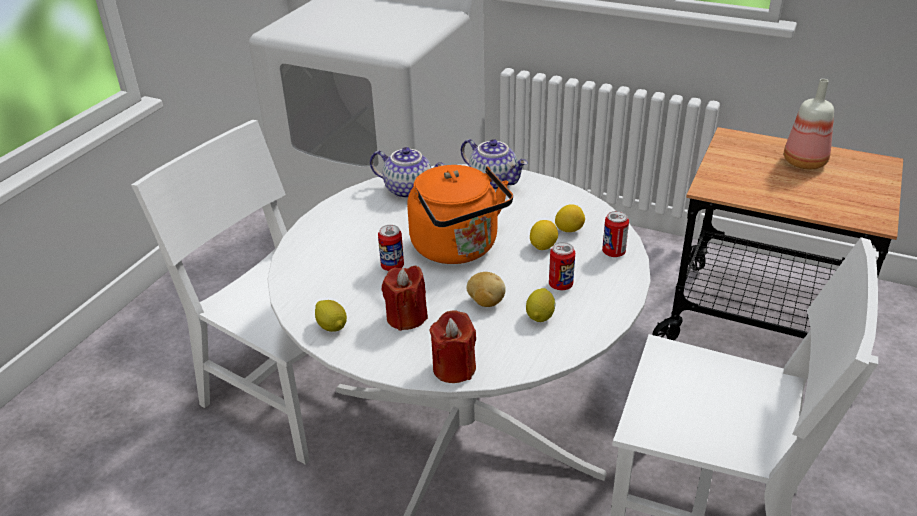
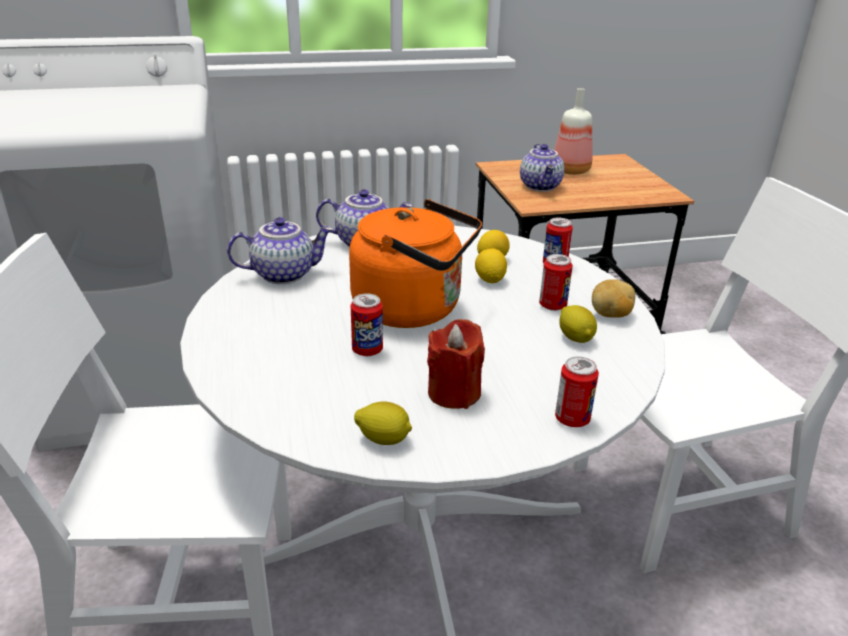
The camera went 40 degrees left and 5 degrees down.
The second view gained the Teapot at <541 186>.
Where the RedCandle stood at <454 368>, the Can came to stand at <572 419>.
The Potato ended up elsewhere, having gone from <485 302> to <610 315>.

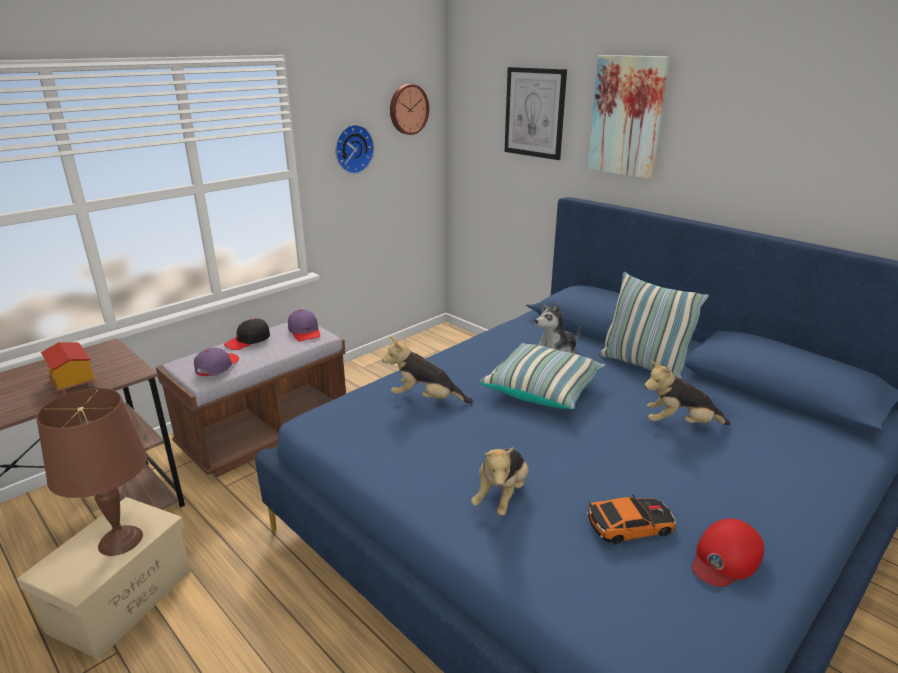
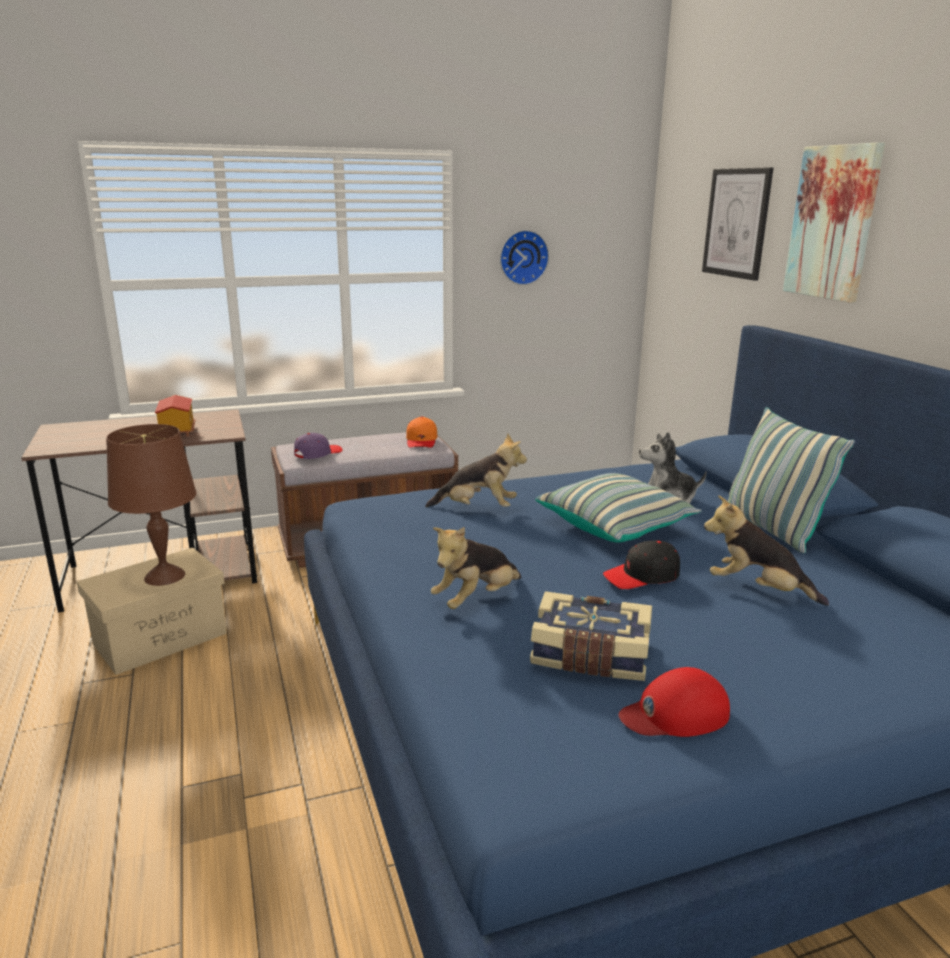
The camera went 25 degrees right and 5 degrees down.
What was the PurpleCap at <305 331> turned into the OrangeCap at <421 441>.
The PlushToy at <426 399> ended up facing another way, 150 degrees clockwise from before.
Where the ToyCar stood at <630 524>, the Book came to stand at <590 656>.
The BlackCap ended up elsewhere, having gone from <248 341> to <642 576>.
The second view lost the WallClock at <408 109>.

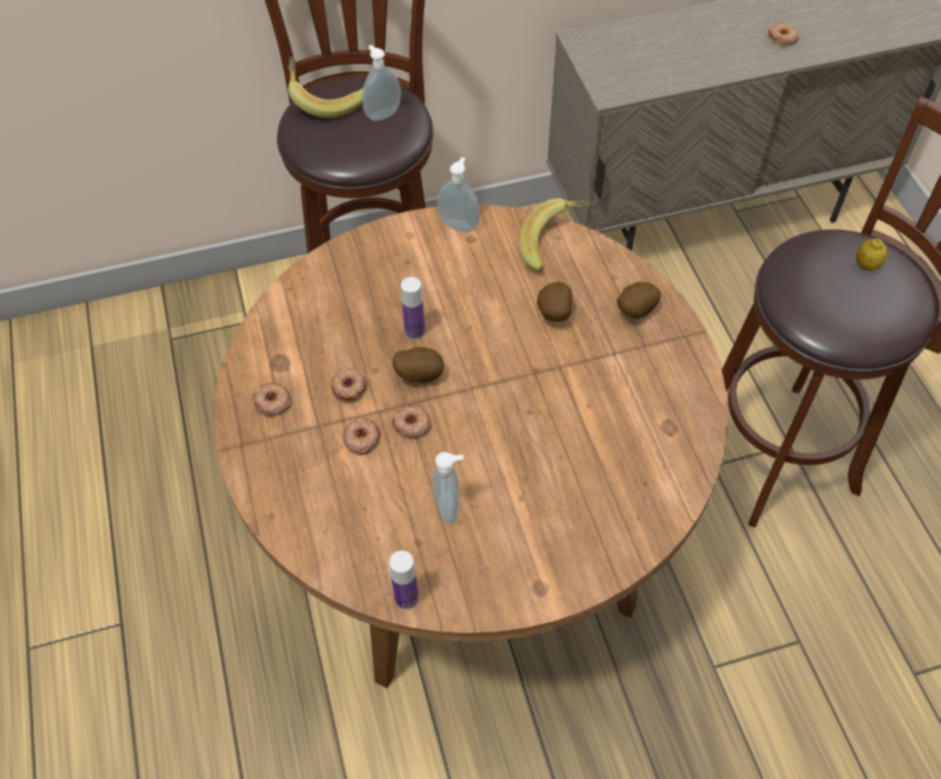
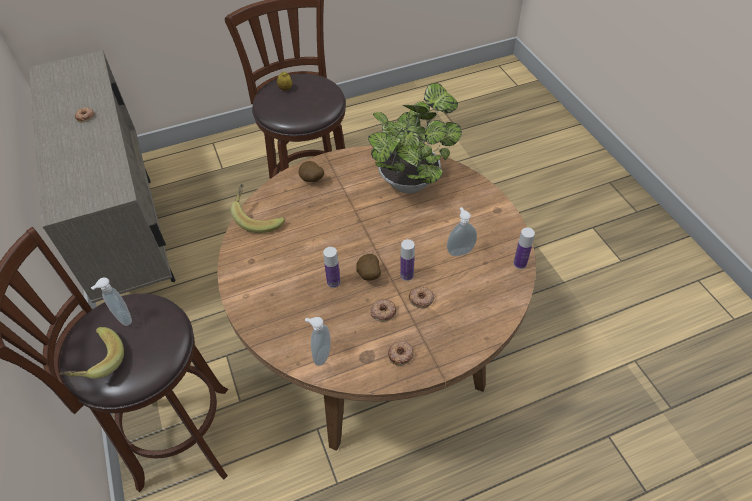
The camera went 95 degrees left and 5 degrees down.
The SoapDispenser ended up elsewhere, having gone from <459 224> to <321 355>.
The second view gained the PottedPlant at <411 179>.
Where the Donut stood at <411 425>, the Bottle came to stand at <407 275>.
The second view lost the Potato at <553 314>.

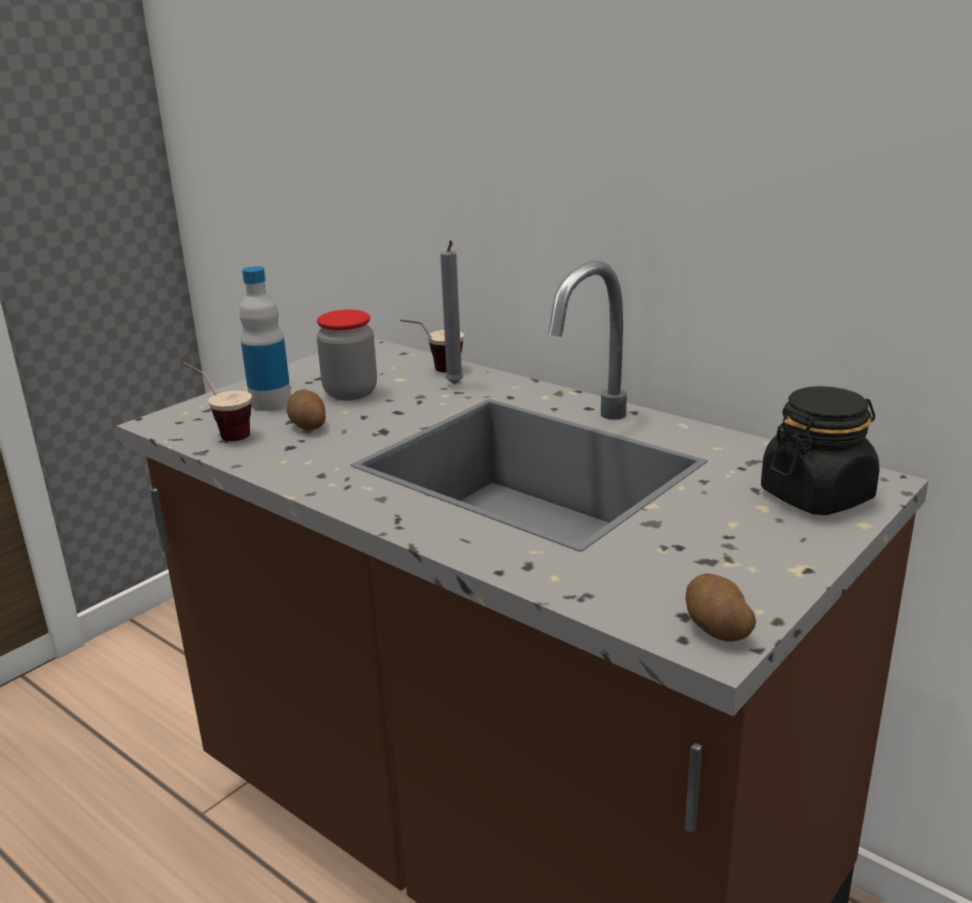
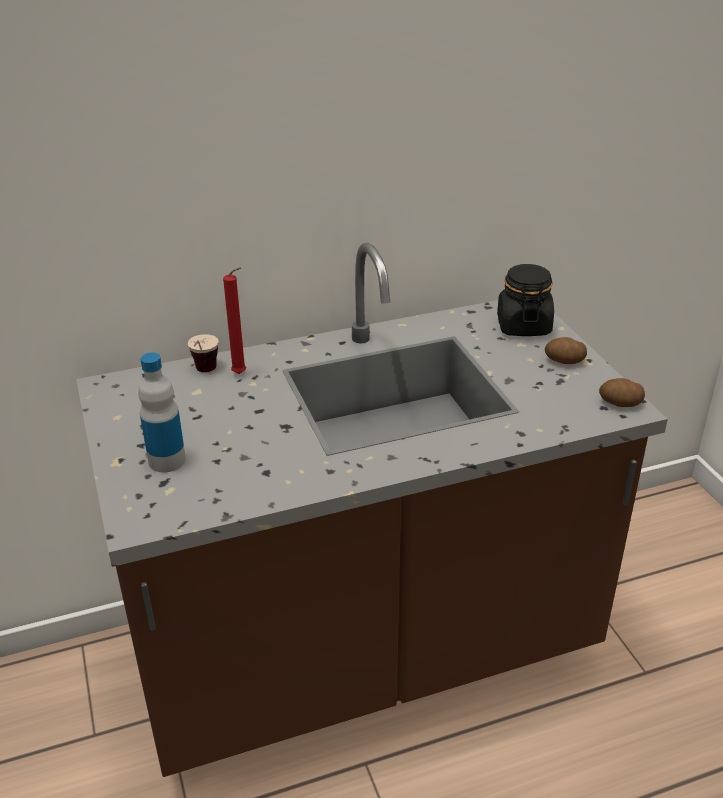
The camera went 60 degrees left and 10 degrees up.
What was the GreyCandle at <455 385> turned into the RedCandle at <241 374>.
The Potato ended up elsewhere, having gone from <307 425> to <564 361>.
The second view lost the Cup at <222 433>.
The second view lost the Jar at <350 393>.

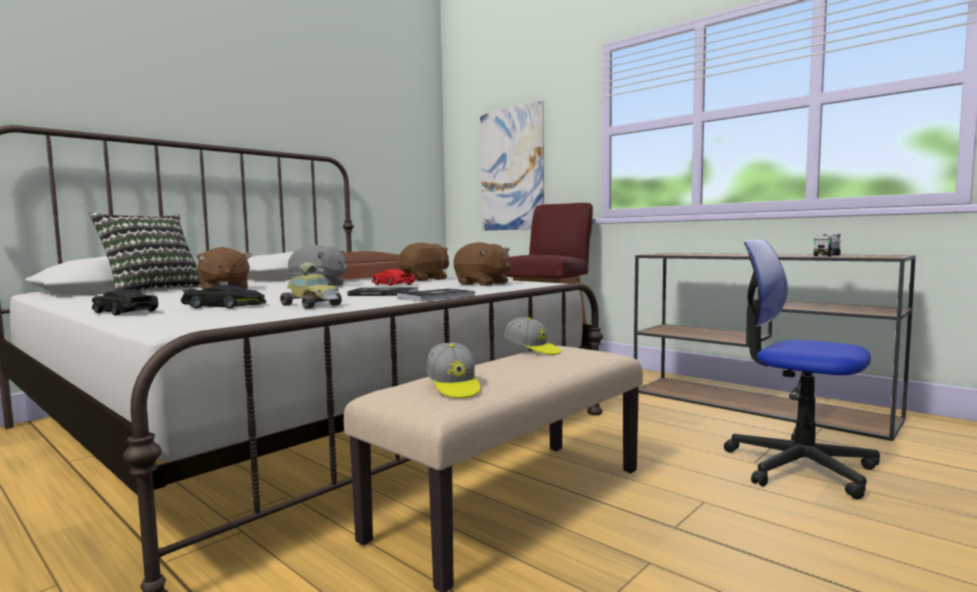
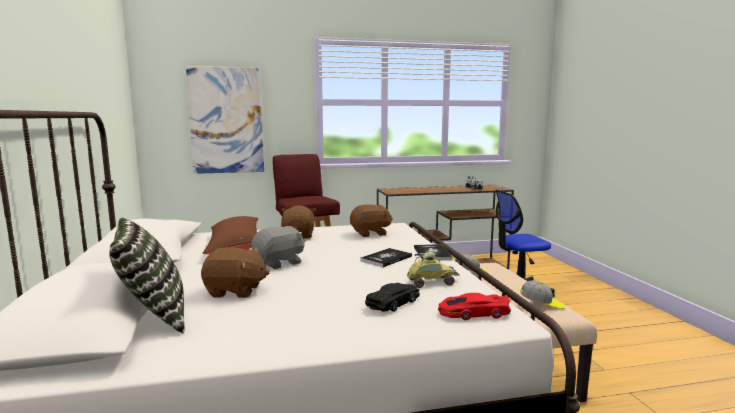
The camera went 55 degrees left and 5 degrees up.
The RedToyCar ended up elsewhere, having gone from <392 284> to <473 313>.
The second view lost the BlackToyCar at <124 312>.

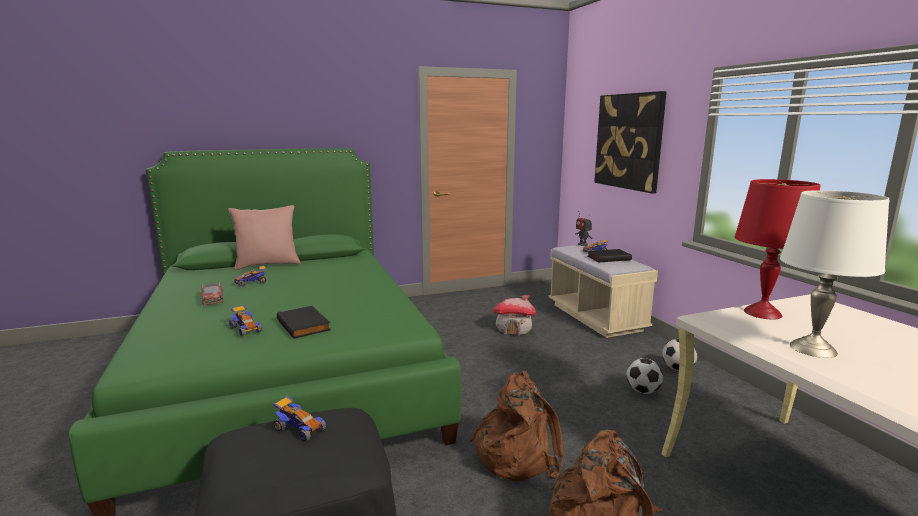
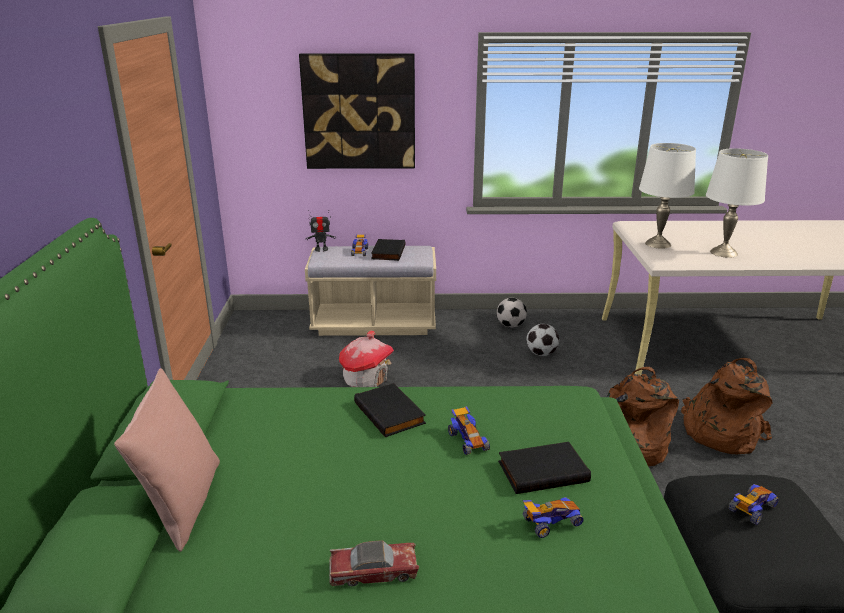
The camera went 70 degrees left and 10 degrees up.
The second view gained the BlackBook at <391 413>.
The ToyCar ended up elsewhere, having gone from <251 283> to <467 441>.
What was the RedTableLamp at <763 313> turned into the WhiteTableLamp at <658 244>.

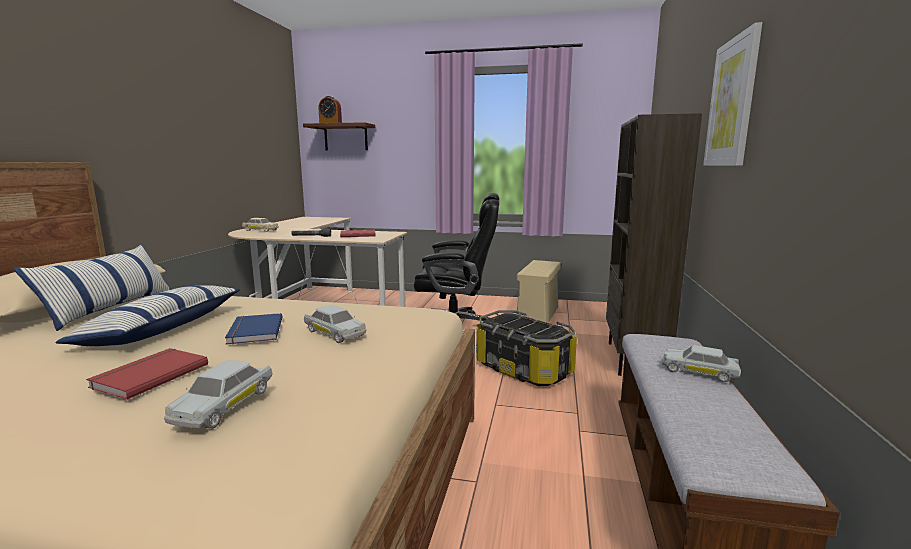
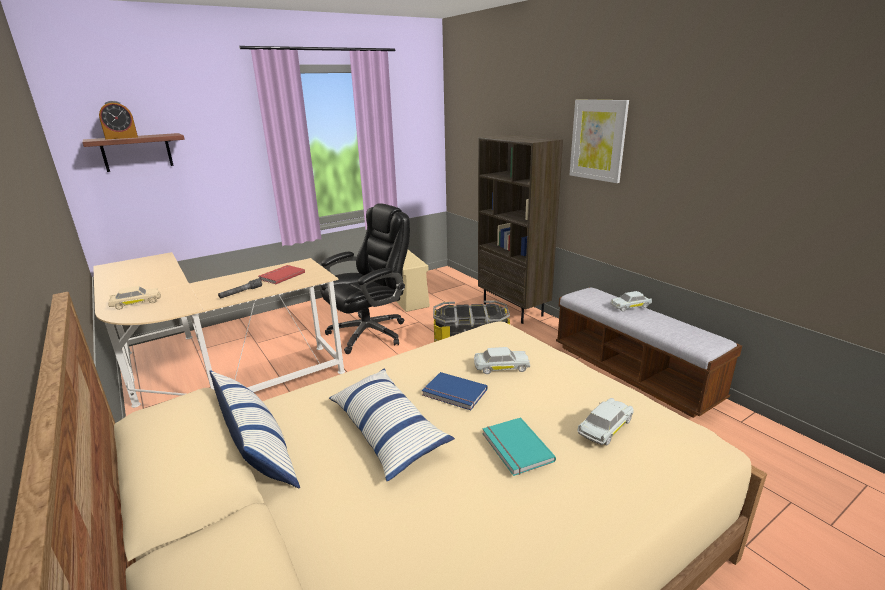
The camera went 45 degrees left and 10 degrees up.
What was the RedBook at <149 375> turned into the TurquoiseBook at <515 448>.
The WhiteToyCar at <224 405> ended up facing another way, 105 degrees counterclockwise from before.

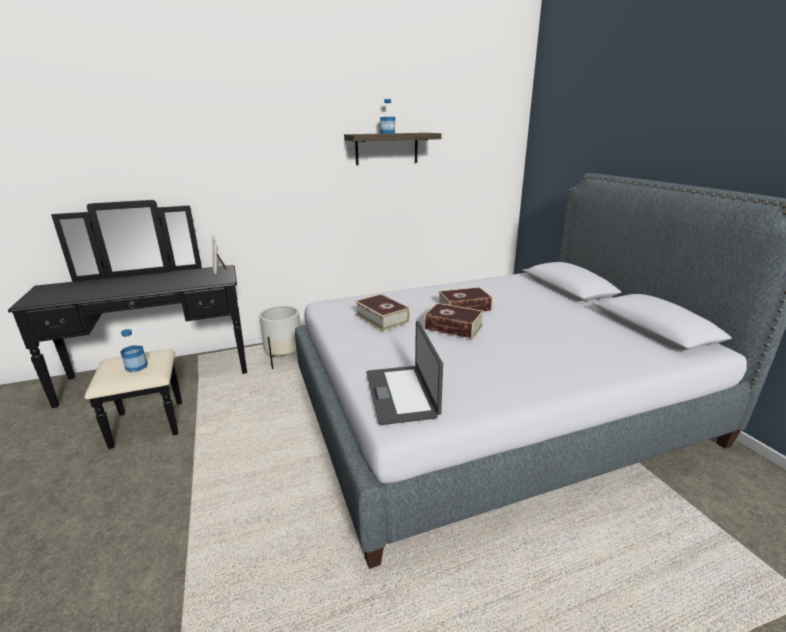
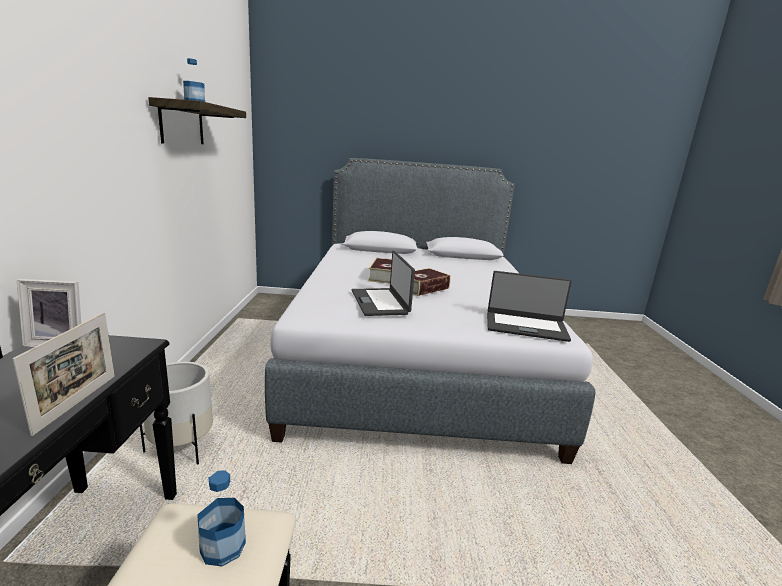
The camera went 70 degrees left and 5 degrees down.
The second view gained the PictureFrame at <77 402>.
Where the Book stood at <381 318>, the Laptop came to stand at <380 302>.

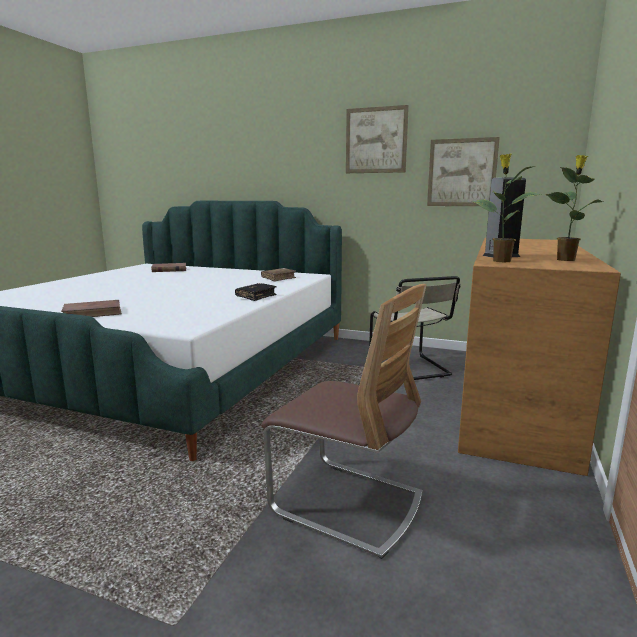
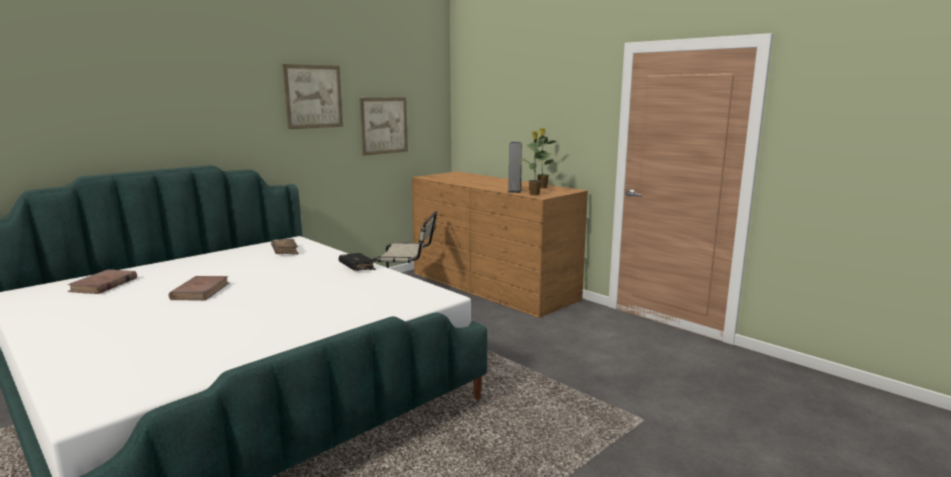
The camera went 65 degrees left and 0 degrees up.
The BrownBook ended up elsewhere, having gone from <93 313> to <200 291>.
The second view lost the Chair at <347 503>.

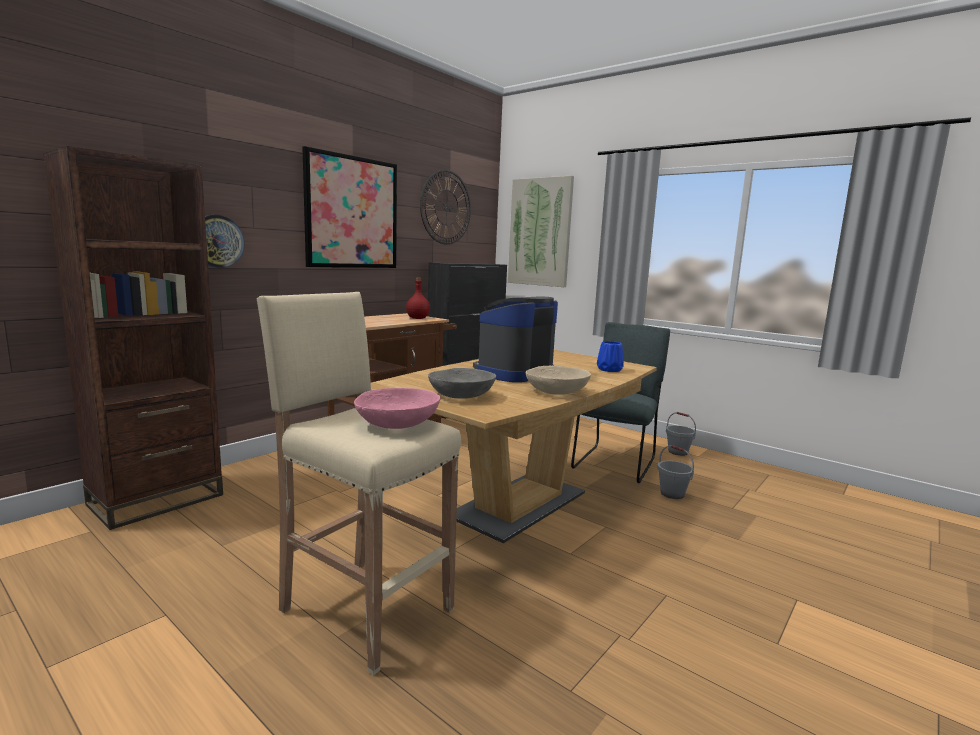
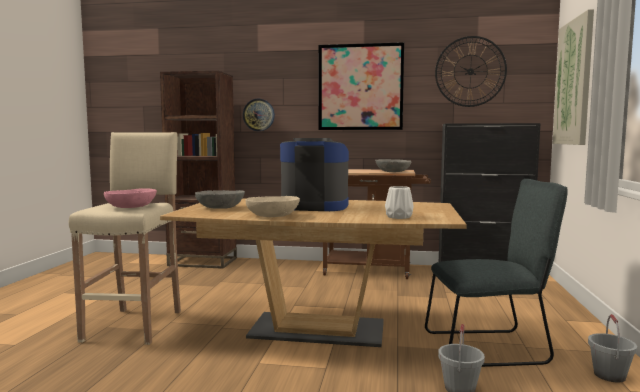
The camera went 60 degrees right and 5 degrees down.
Where the RedBottle stood at <417 318>, the GreyBowl came to stand at <392 171>.
What was the BlueVase at <610 370> turned into the WhiteVase at <399 217>.

